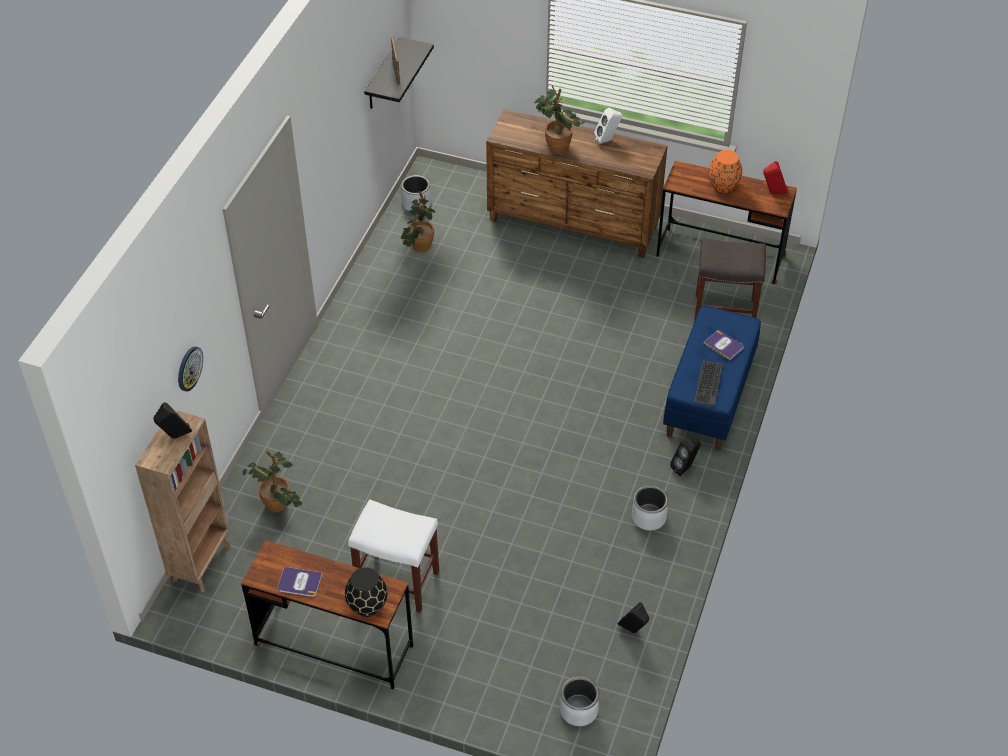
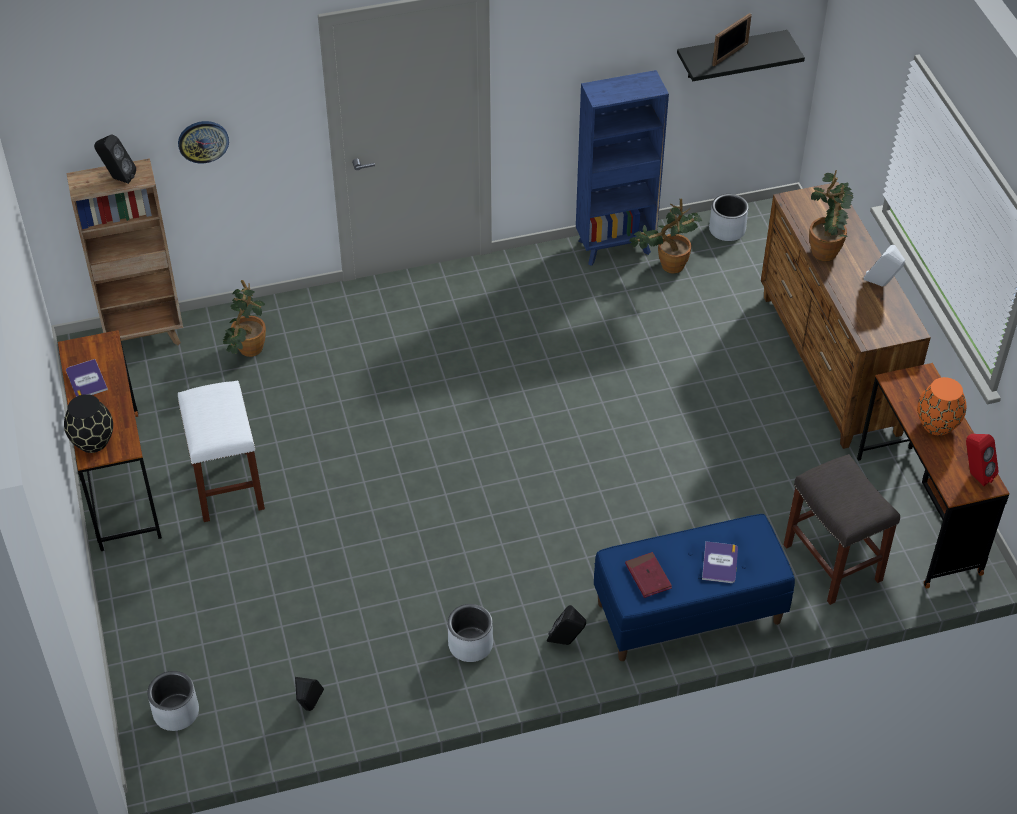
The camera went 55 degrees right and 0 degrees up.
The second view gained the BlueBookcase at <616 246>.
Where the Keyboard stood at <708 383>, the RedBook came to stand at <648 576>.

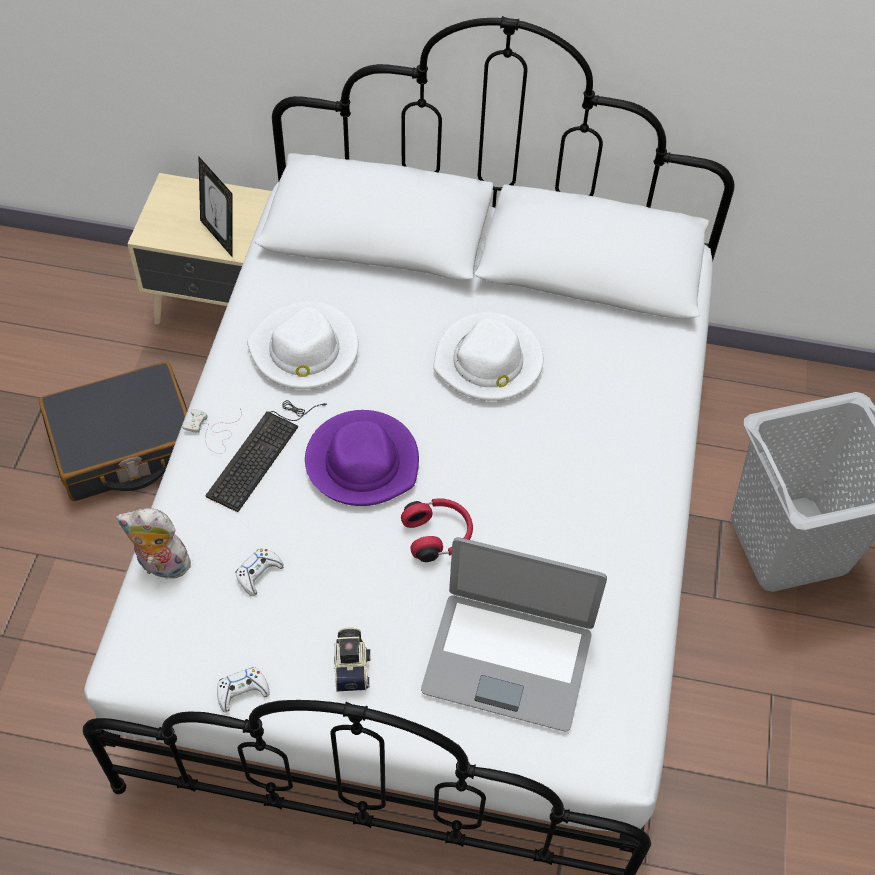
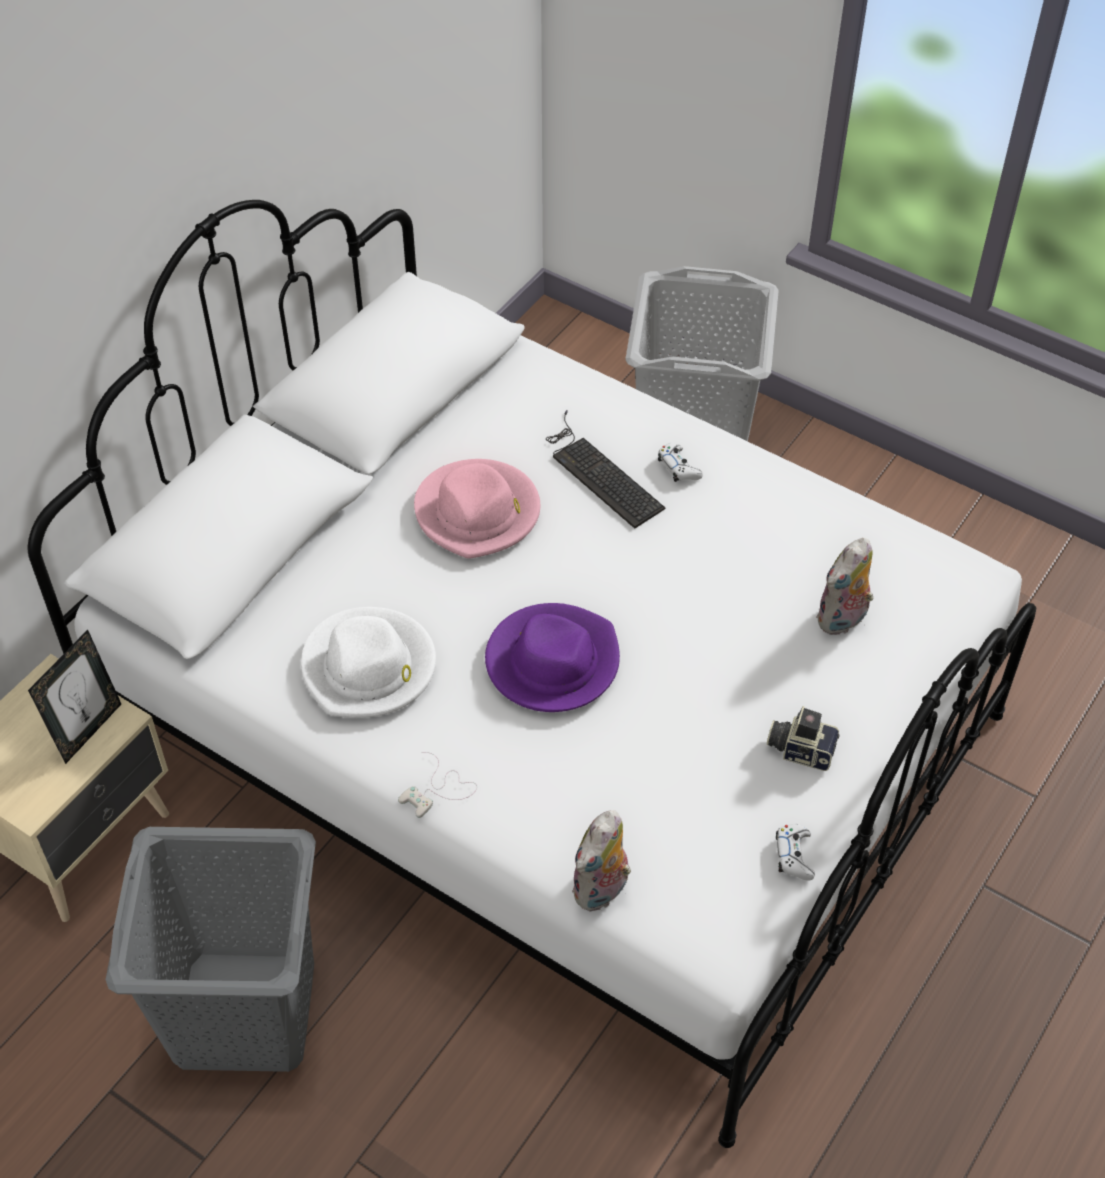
The camera went 65 degrees left and 5 degrees down.
The PictureFrame at <220 236> ended up facing another way, 45 degrees counterclockwise from before.
Where the BlackSuitcase stood at <125 445>, the GreyLaundryBasket came to stand at <243 1010>.
What was the WhiteHat at <489 362> turned into the PinkHat at <478 512>.
The Keyboard ended up elsewhere, having gone from <263 451> to <599 472>.
The WhiteGameController ended up elsewhere, having gone from <258 574> to <678 467>.
Where the Laptop stood at <508 659>, the PlushToy came to stand at <843 620>.
The second view lost the RedHeadphones at <438 535>.

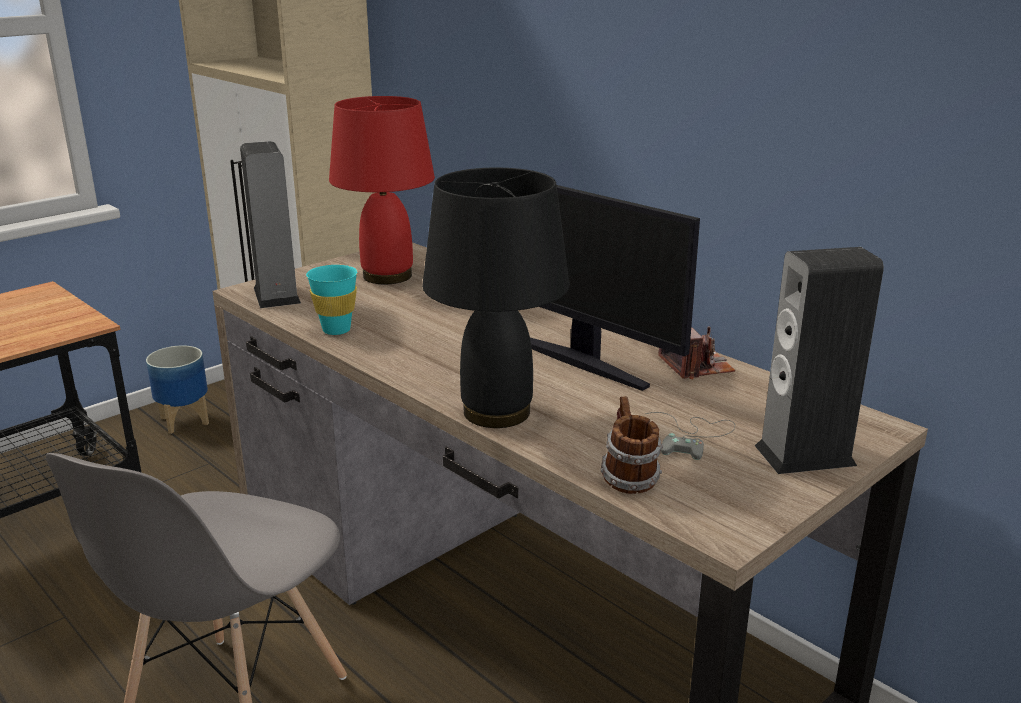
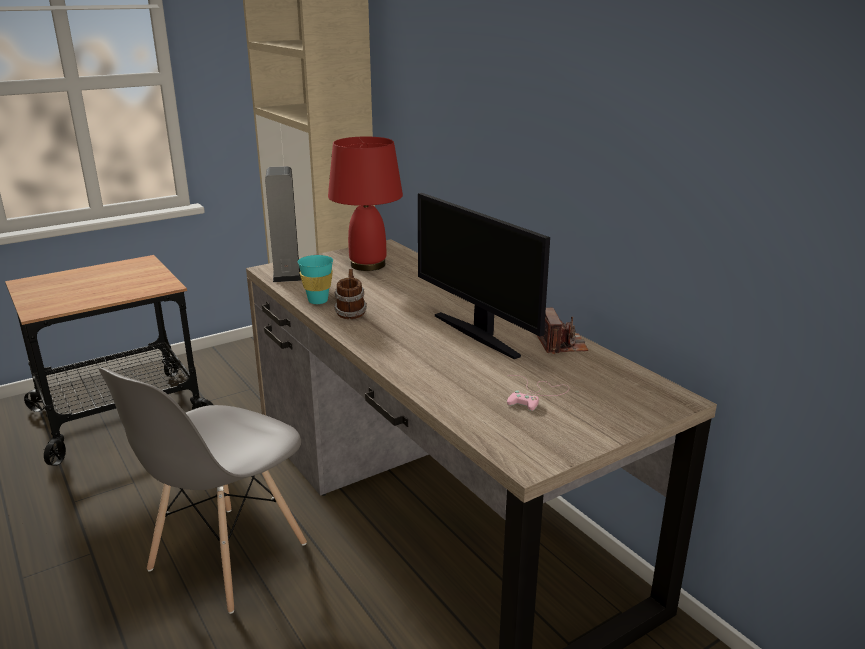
The camera went 10 degrees right and 0 degrees up.
The Mug ended up elsewhere, having gone from <628 478> to <350 313>.
What was the GreyGameController at <693 437> turned into the PinkGameController at <536 394>.
The second view lost the Planter at <184 420>.
The second view lost the BlackTableLamp at <498 413>.
The second view lost the Speaker at <804 455>.

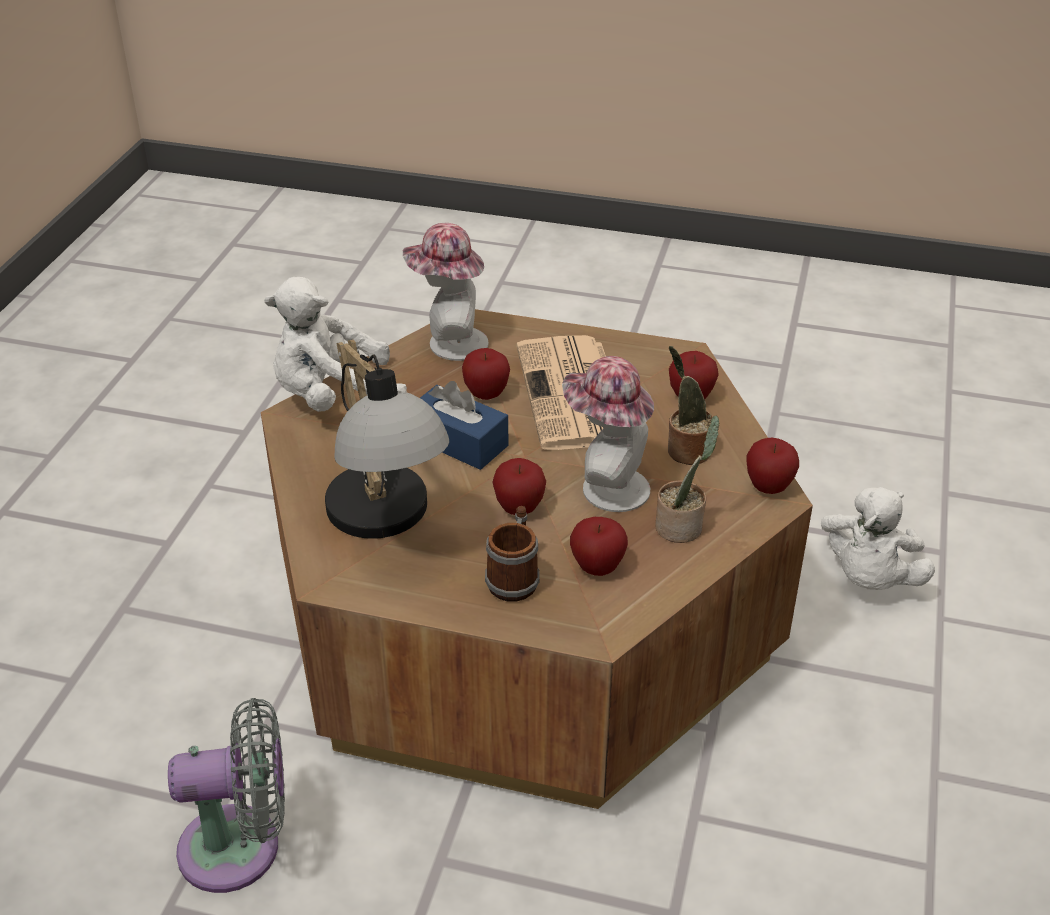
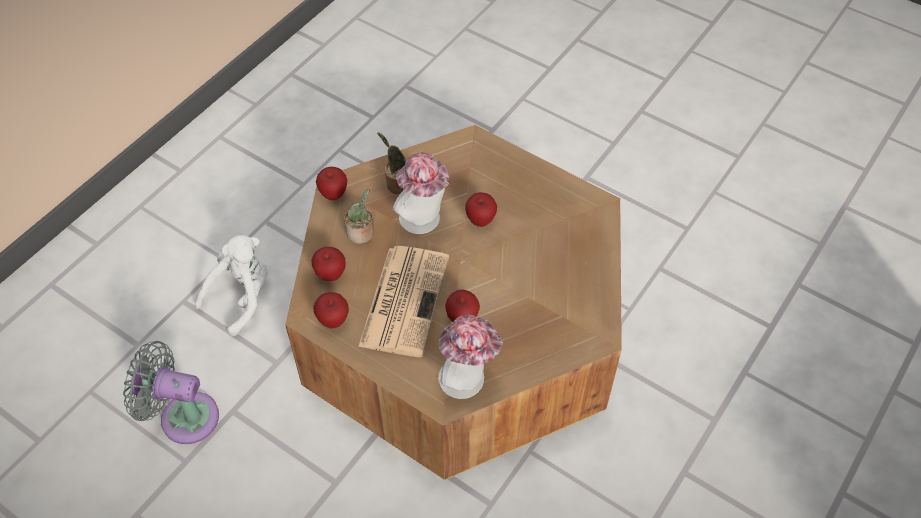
The camera went 160 degrees left and 15 degrees up.
The GreyFan ended up elsewhere, having gone from <241 847> to <183 416>.
The Apple ended up elsewhere, having gone from <597 568> to <333 321>.
The second view lost the WhitePlushToy at <334 398>.
The second view lost the TableLamp at <386 523>.
The second view lost the BlueTissueBox at <458 442>.
The second view lost the Mug at <514 577>.

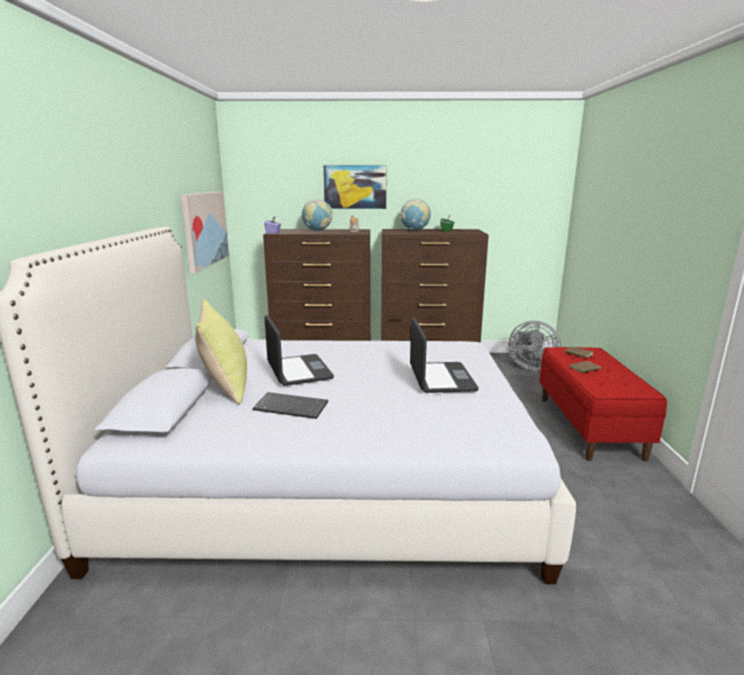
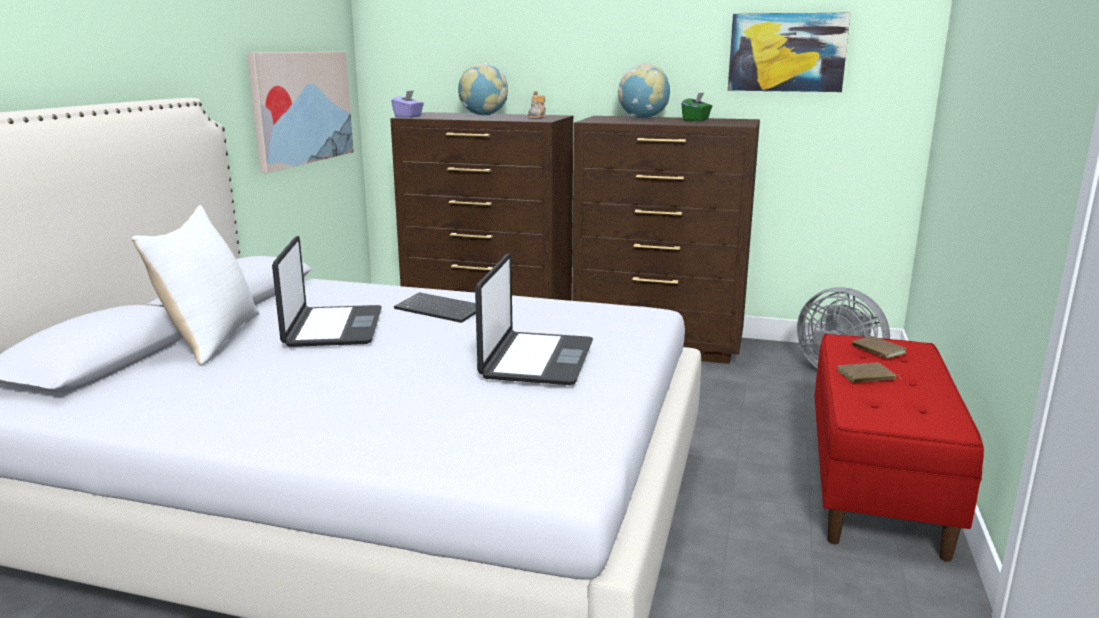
The camera went 15 degrees right and 0 degrees up.
What was the YellowPillow at <225 386> turned into the WhitePillow at <212 338>.
The Keyboard ended up elsewhere, having gone from <292 406> to <441 309>.
The Picture ended up elsewhere, having gone from <355 187> to <787 52>.

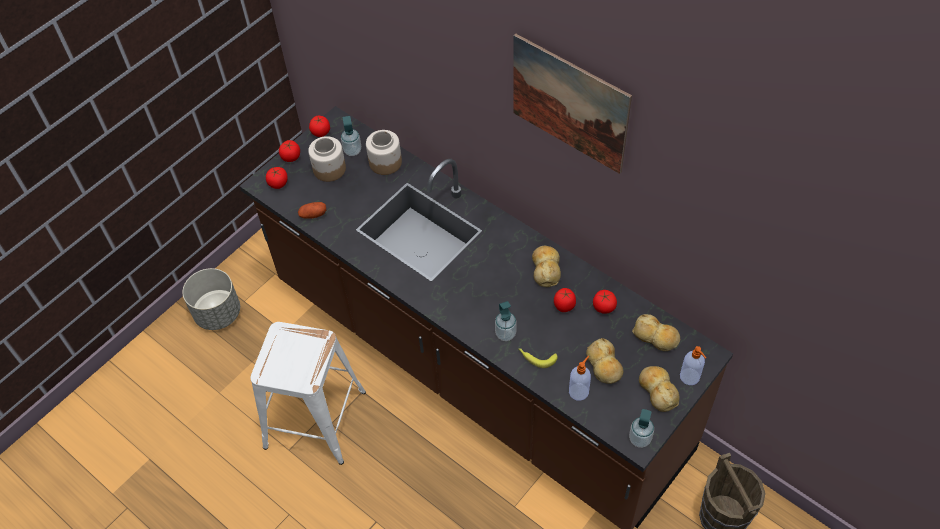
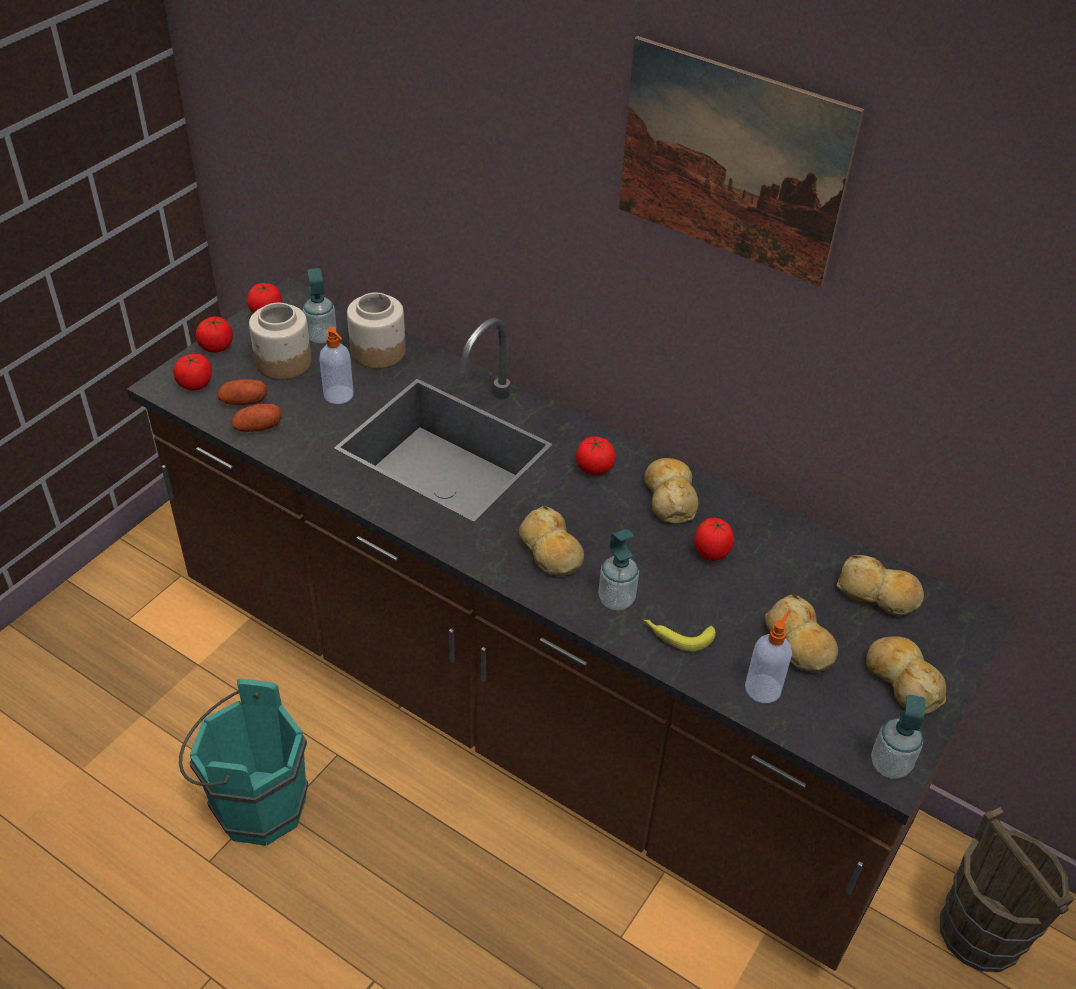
The camera went 10 degrees left and 10 degrees down.
Where the WhiteStool stood at <314 419>, the TurquoiseBucket came to stand at <253 805>.
The second view gained the Potato at <243 402>.
The SoapDispenser ended up elsewhere, having gone from <690 377> to <339 395>.
The second view gained the Bread at <550 551>.
The Tomato ended up elsewhere, having gone from <604 307> to <594 468>.
The second view lost the GreyPlanter at <218 313>.

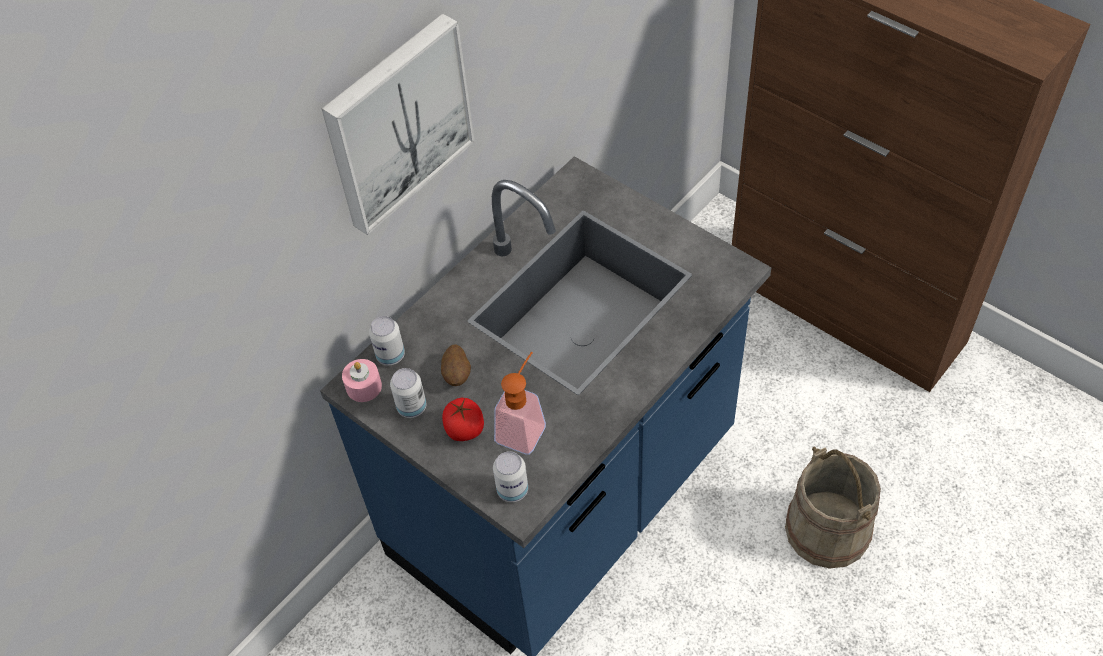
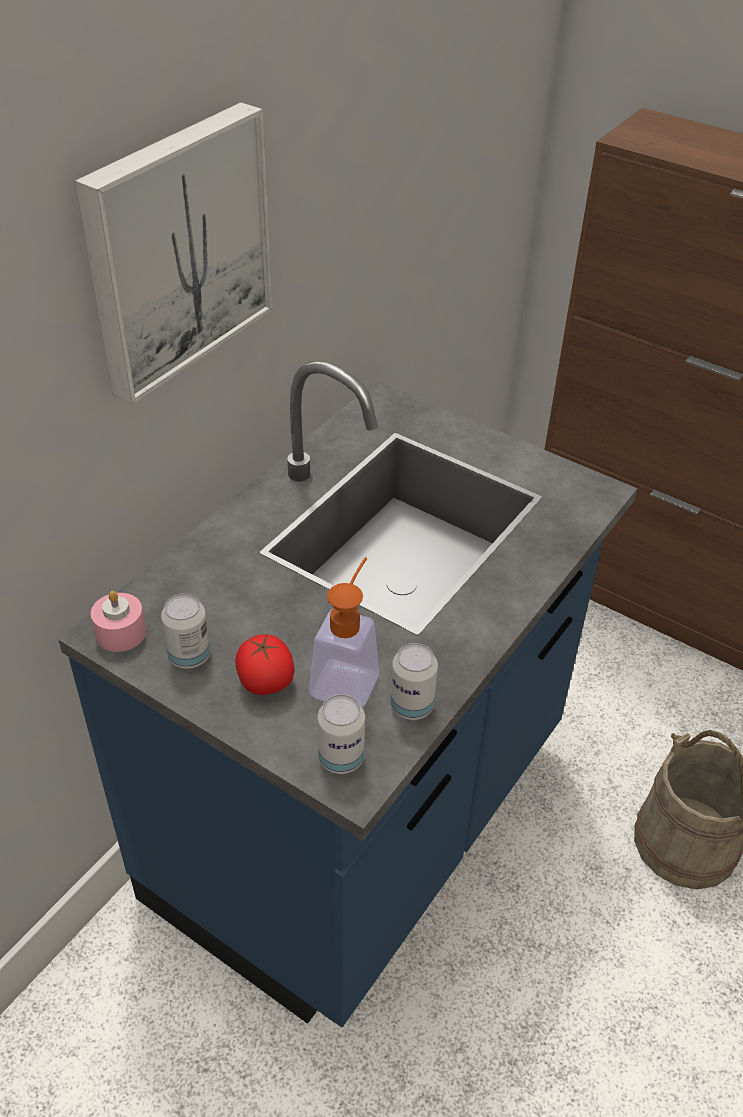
The camera went 10 degrees left and 10 degrees down.
The Can ended up elsewhere, having gone from <390 355> to <411 706>.
The second view lost the Potato at <457 374>.

